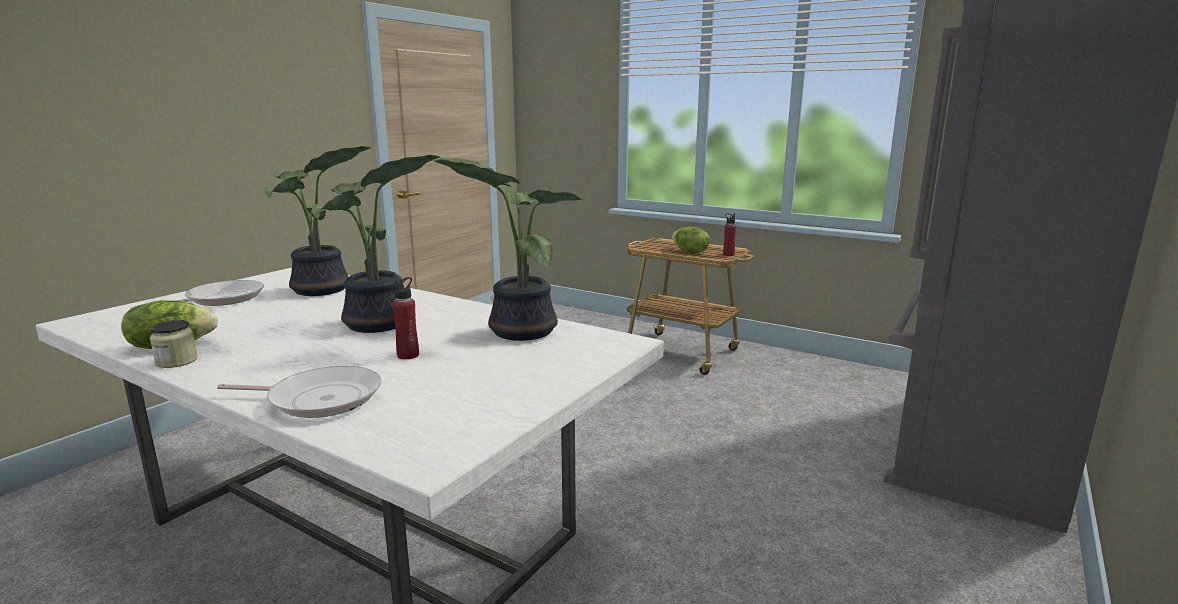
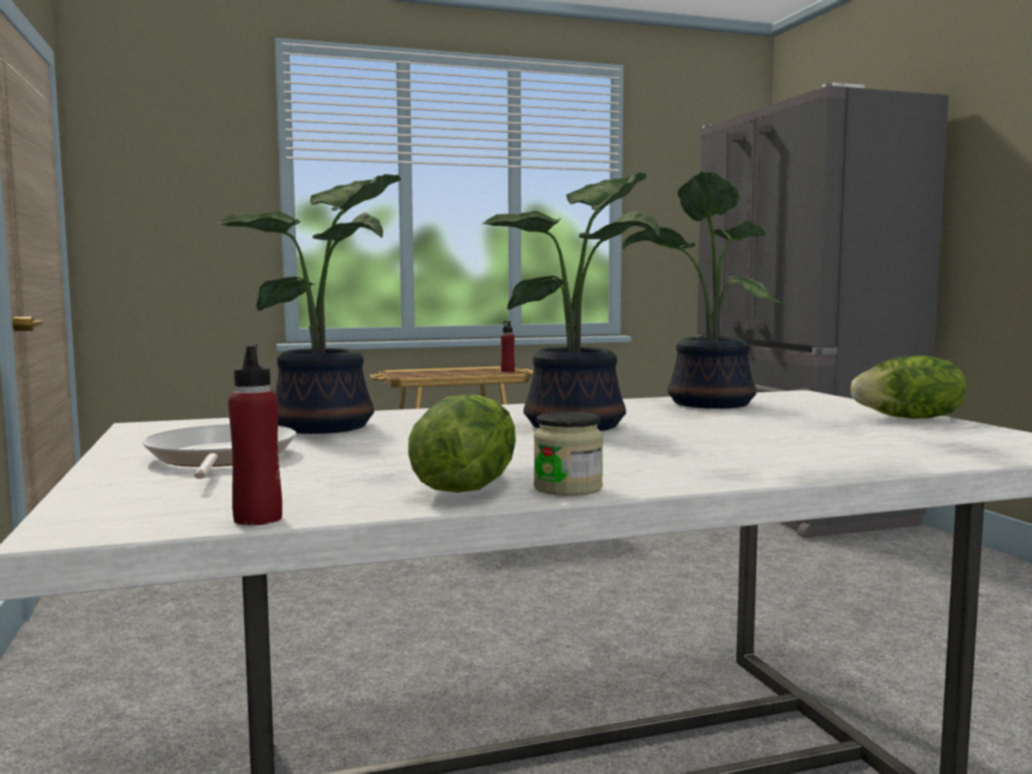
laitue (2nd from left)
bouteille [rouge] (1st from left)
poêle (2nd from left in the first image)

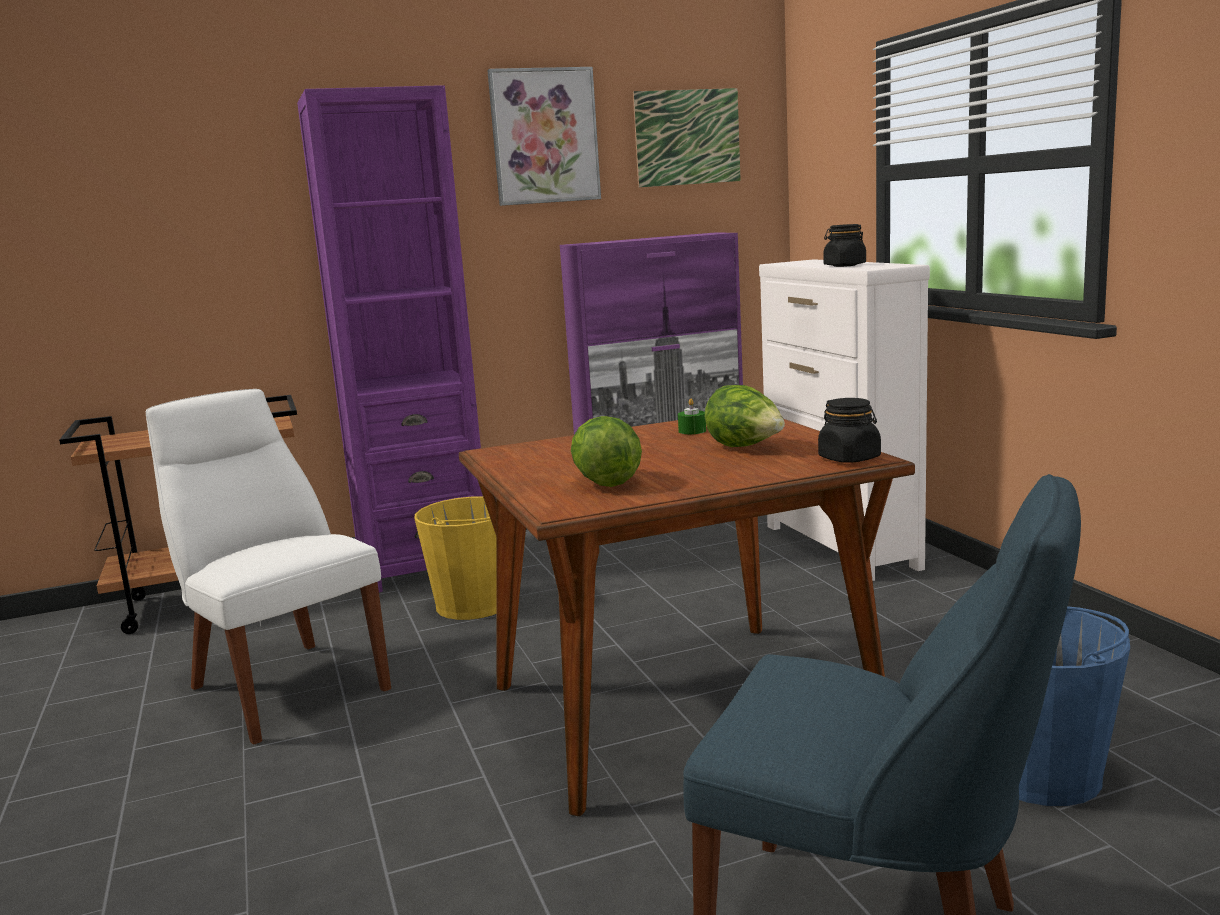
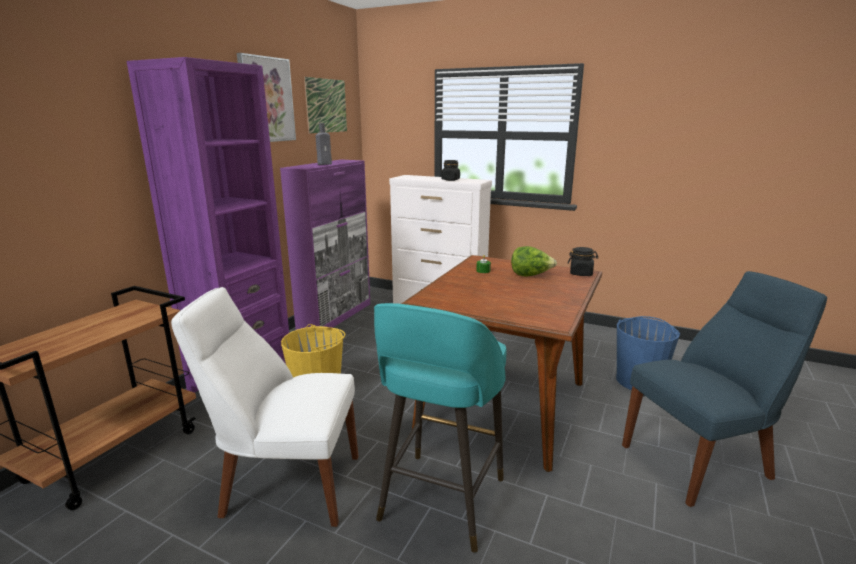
laitue (1st from left in the first image)
bouteille [gris]
tabouret [turquoise]

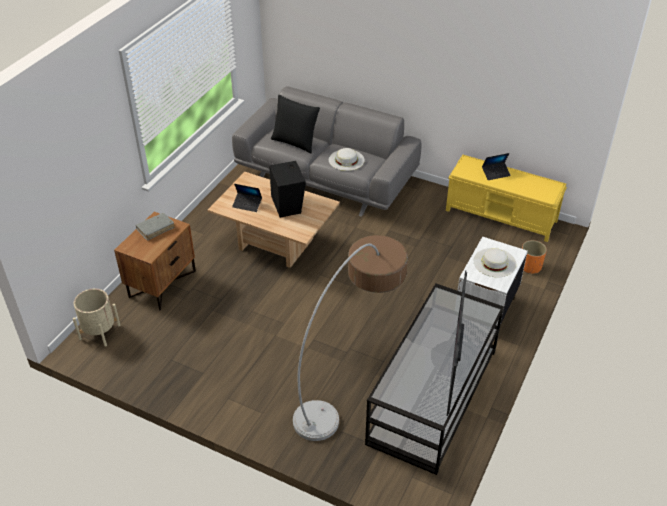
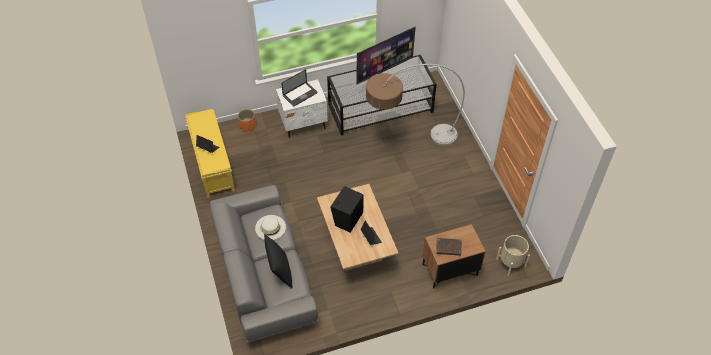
livre [marron]
ordinateur portable (2nd from left)

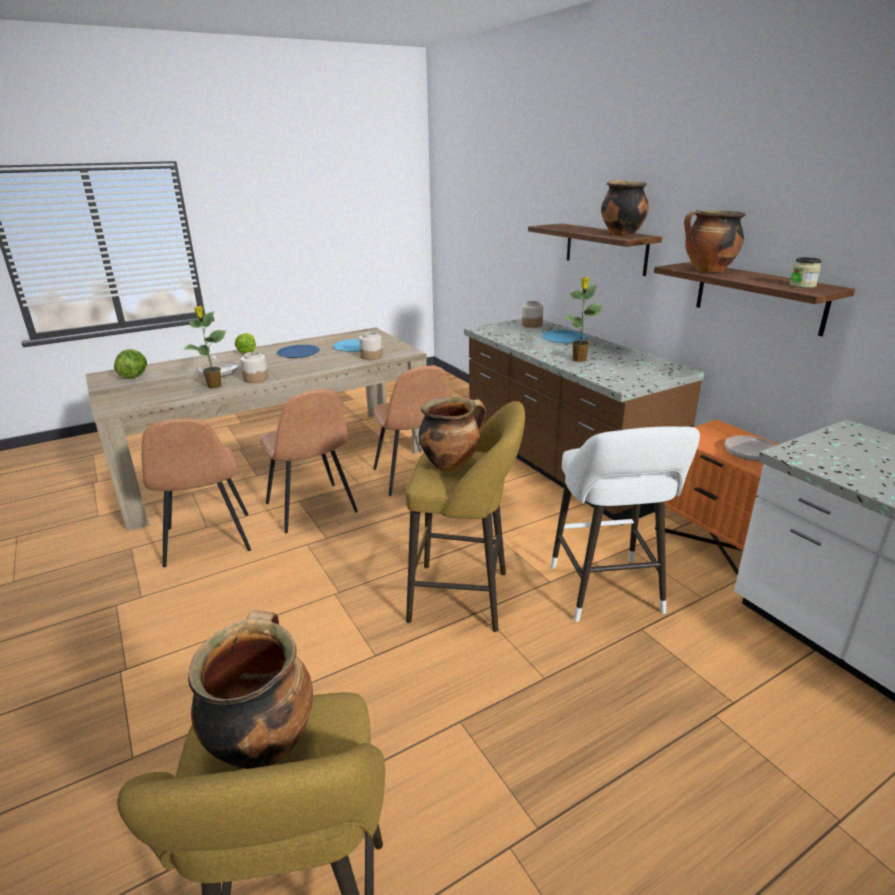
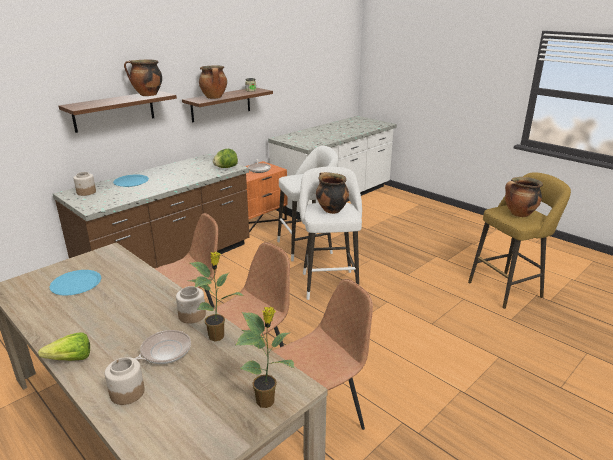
plante en pot (2nd from left)
bocal (2nd from left)
assiette [bleu] (1st from left in the first image)
laitue (2nd from left)
tabouret [blanc] (2nd from left)

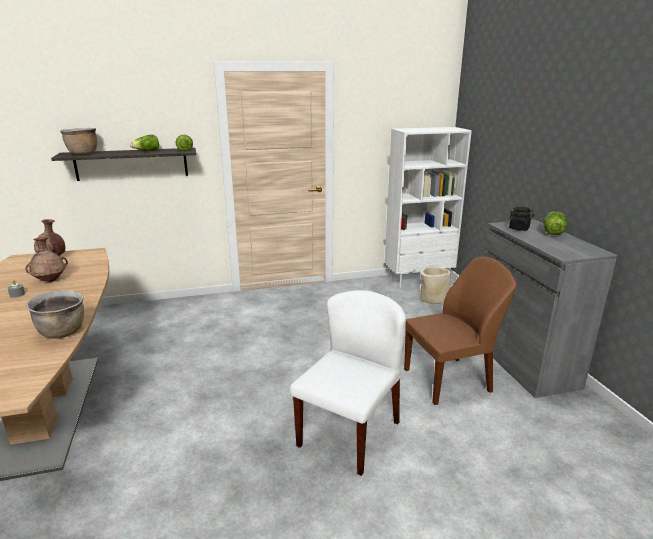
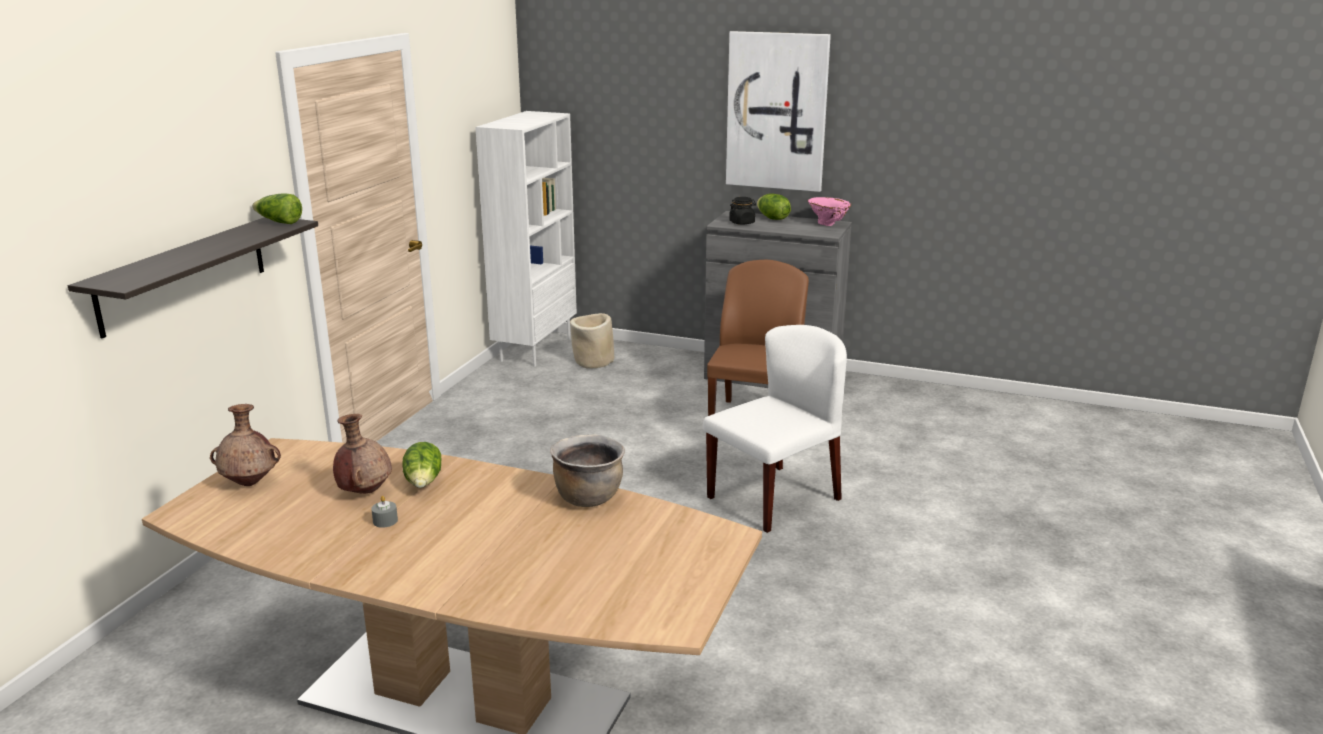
marmite [marron] (2nd from left in the first image)
laitue (2nd from left)
chaise [blanc]
tableau
vase [rose]

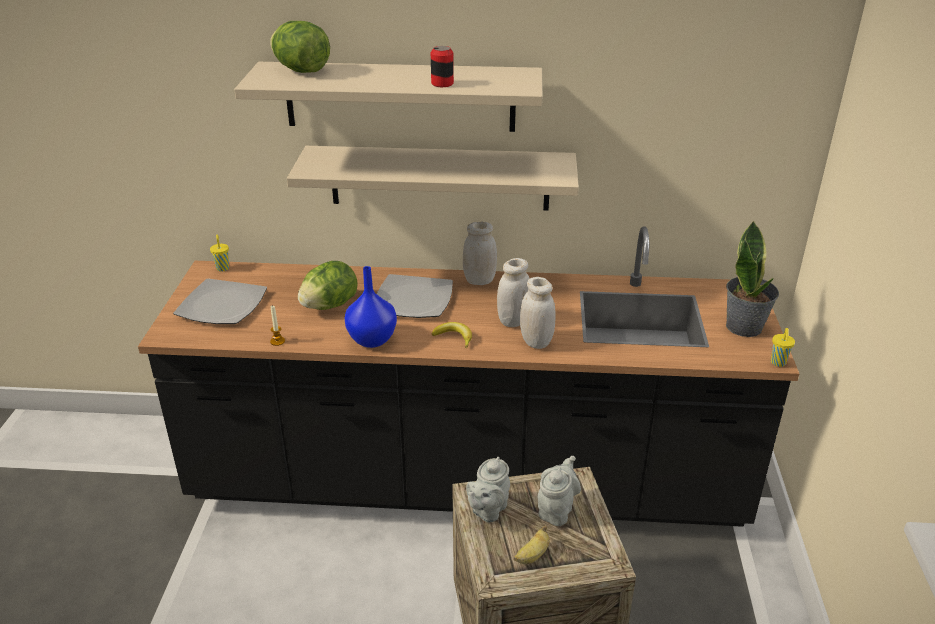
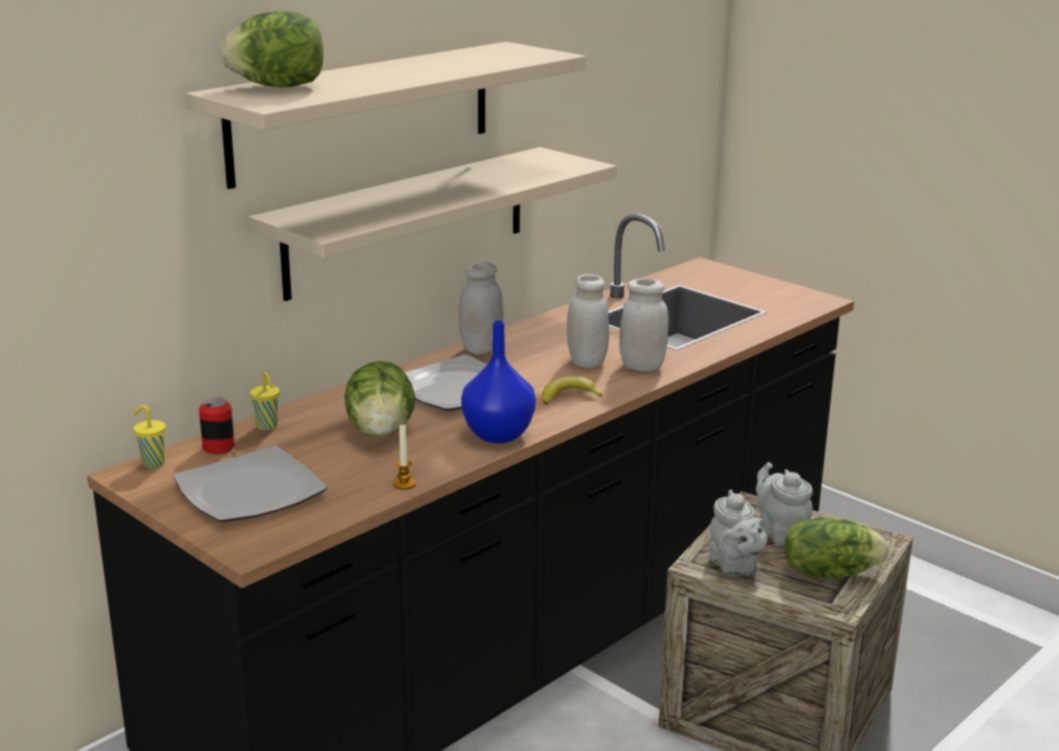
boîte métallique
plante en pot
tasse [jaune] (2nd from left)
laitue (3rd from left)

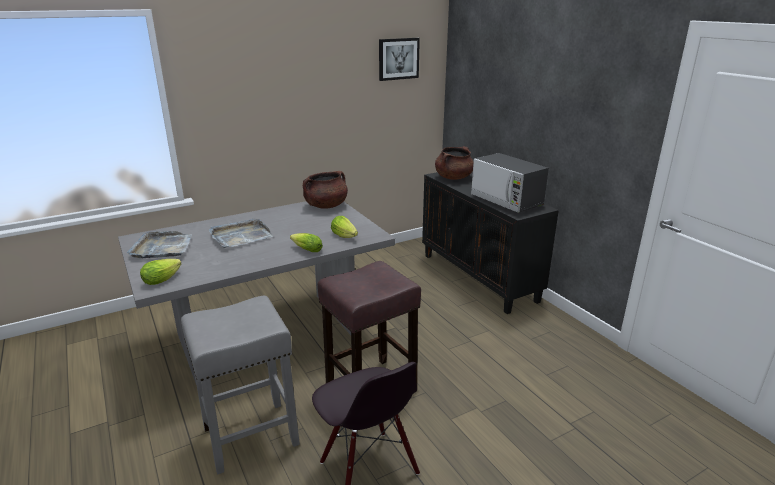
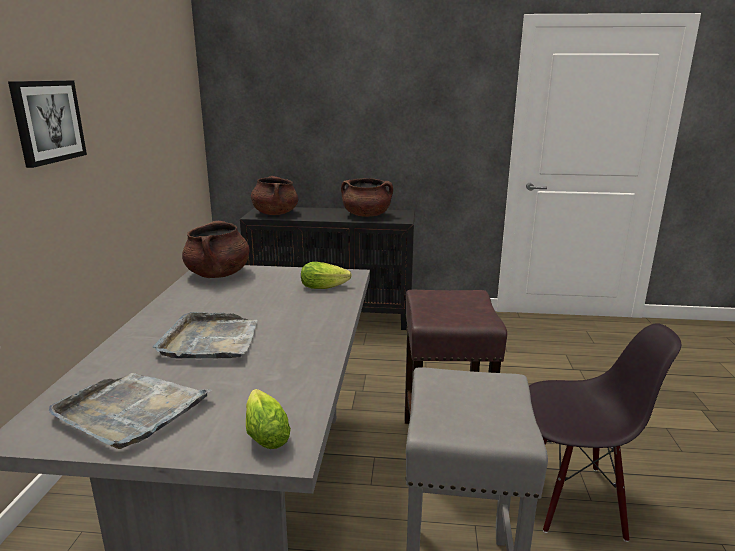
tableau
marmite [marron] (3rd from left)
laitue (2nd from left in the first image)

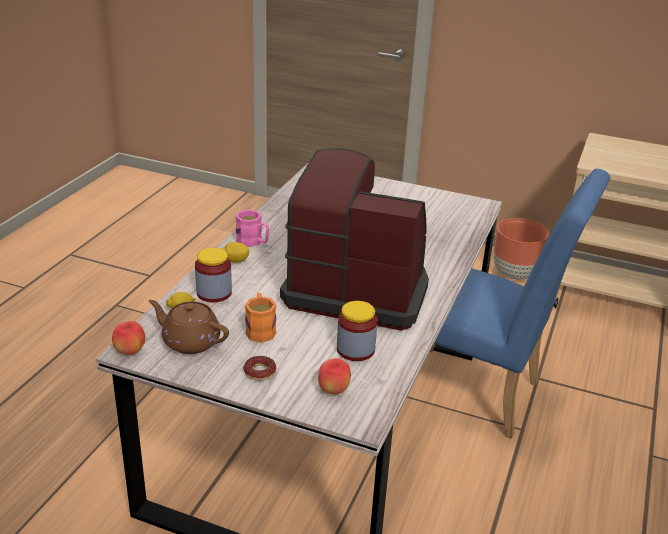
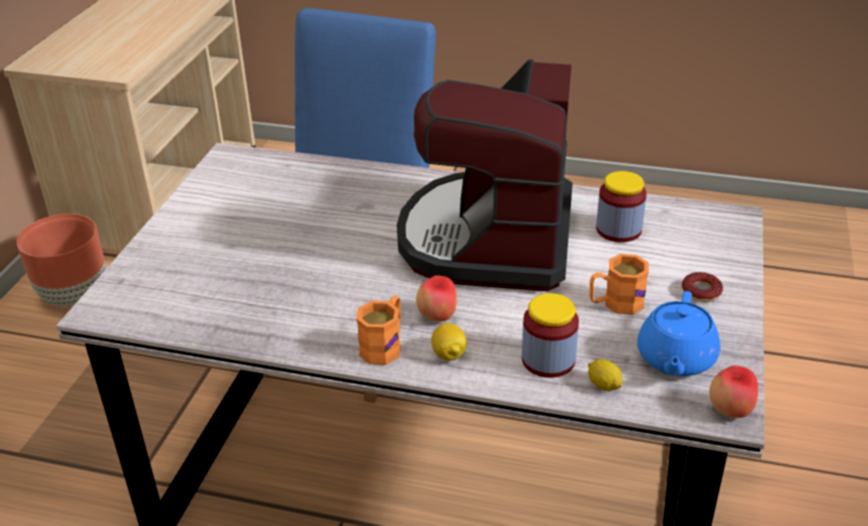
mug [orange] (1st from left)
théière [bleu]
pomme (1st from left)

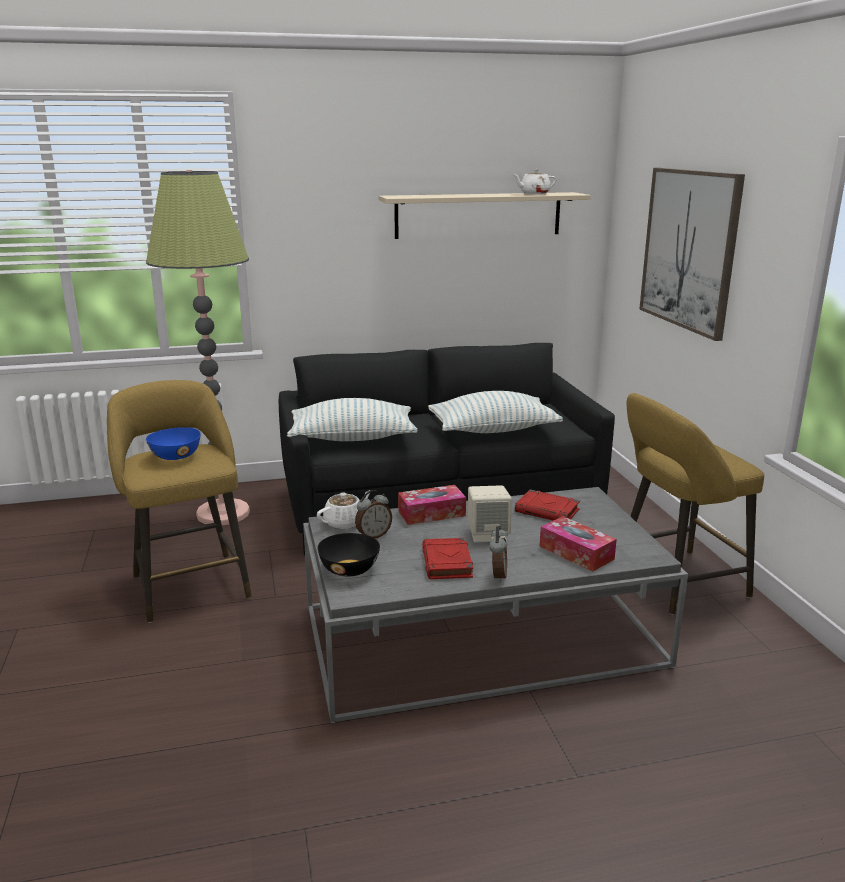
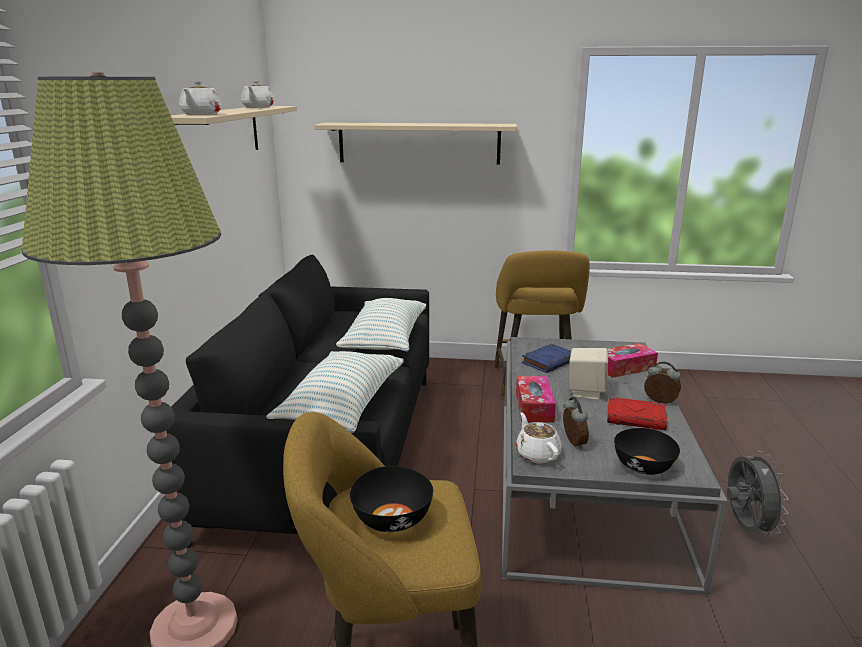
étagère [beige] (2nd from left)
bol [noir] (1st from left)
livre [bleu]
théière [blanc] (1st from left)
ventilateur [gris]

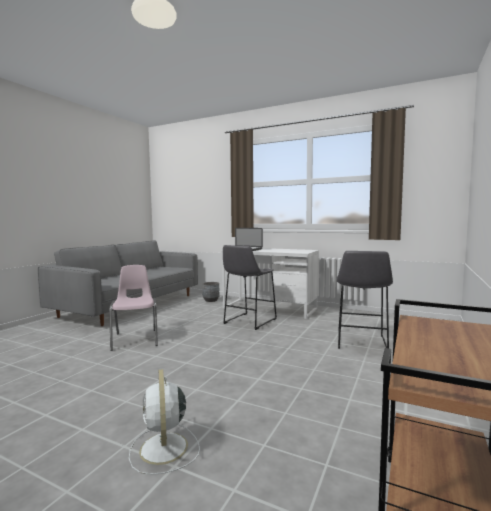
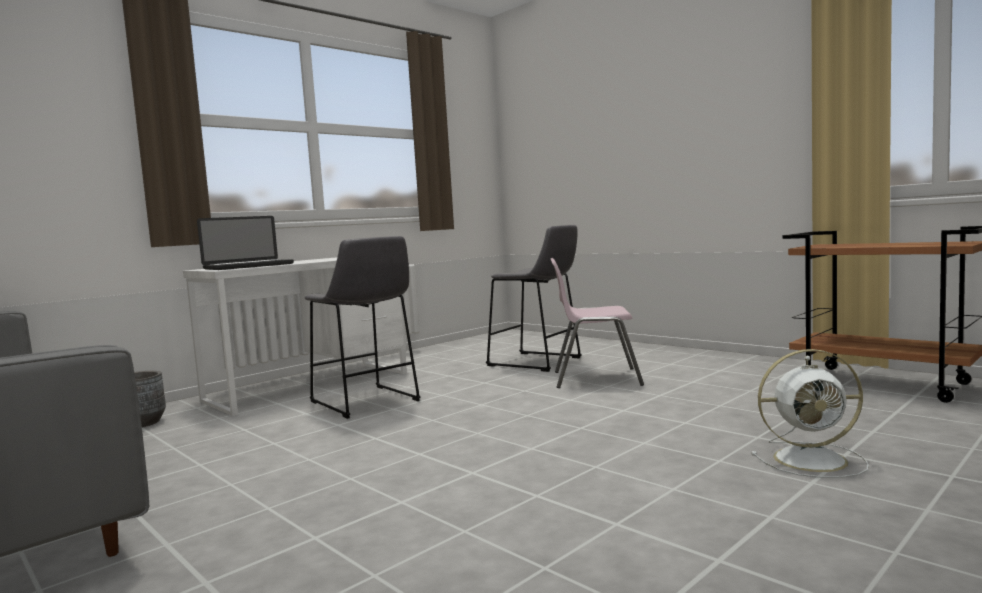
chaise [rose]

